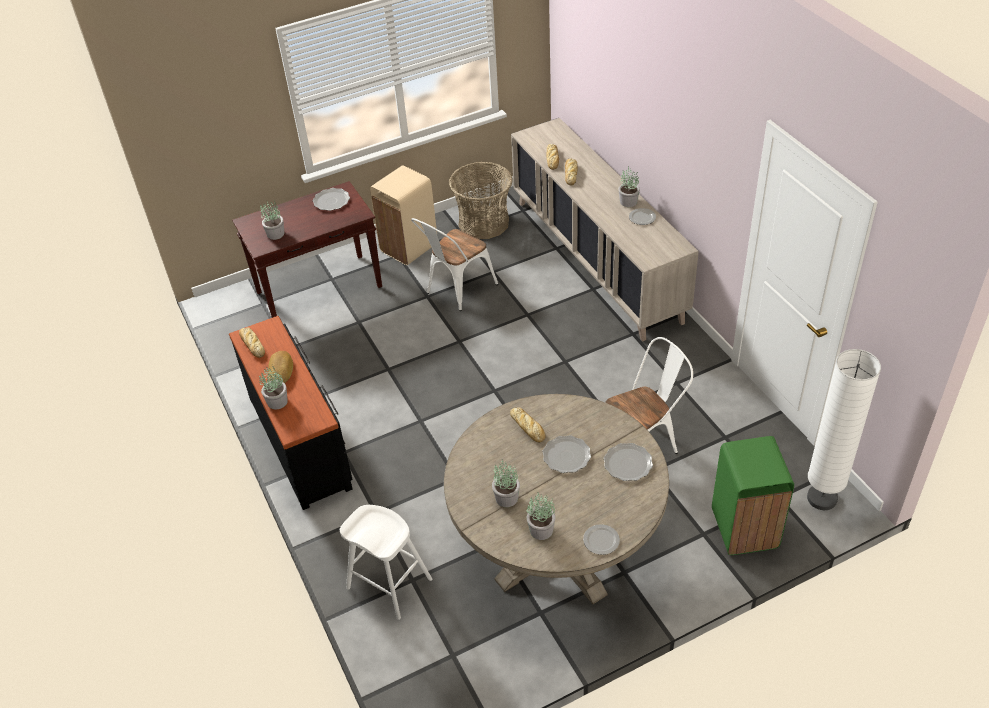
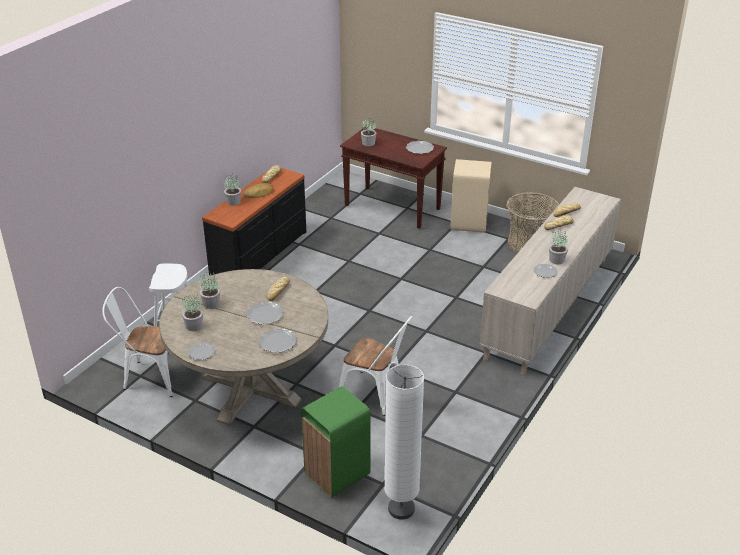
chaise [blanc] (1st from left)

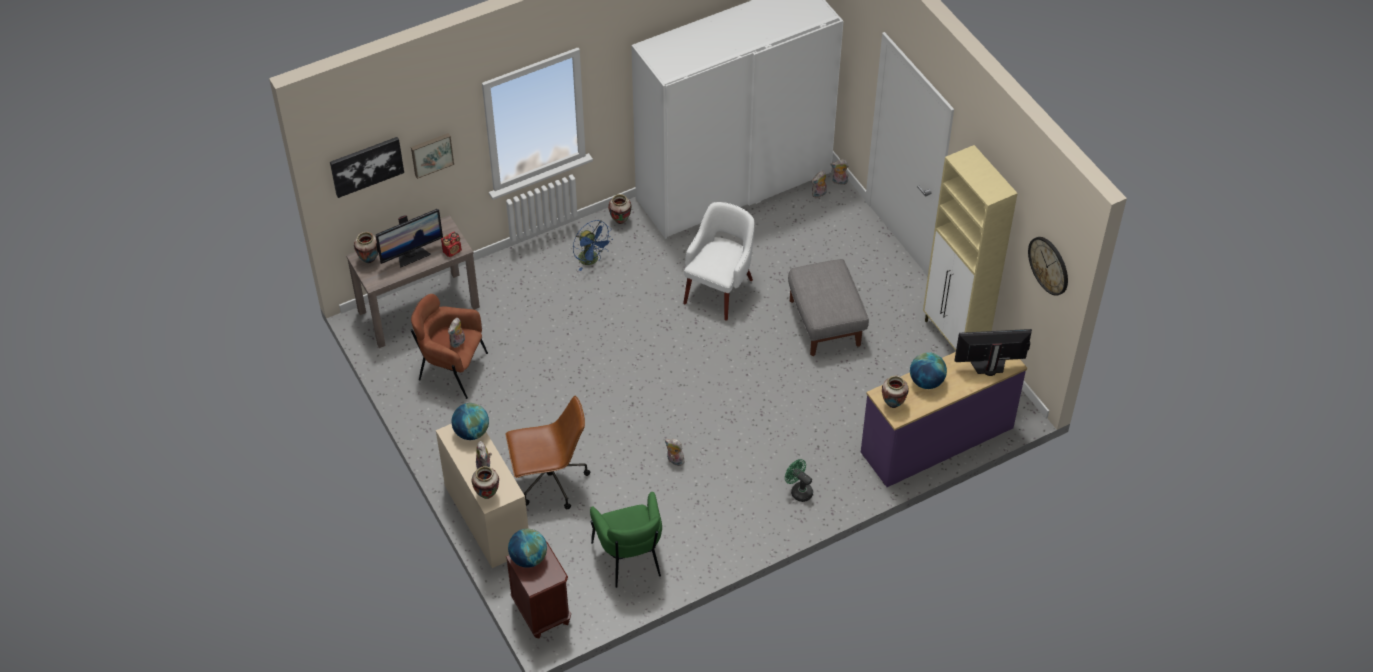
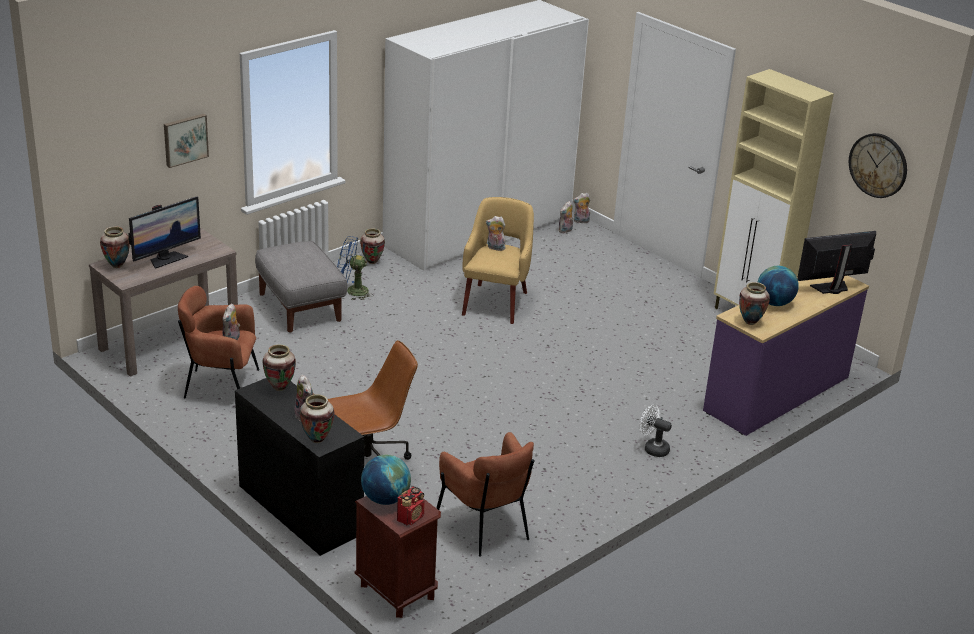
tableau (1st from left in the first image)
fauteuil [jaune]
ventilateur [bleu]
radio
pouf [gris]
vase (2nd from left)
bureau [noir]
peluche (3rd from left)
ventilateur [blanc]
fauteuil [marron] (2nd from left)

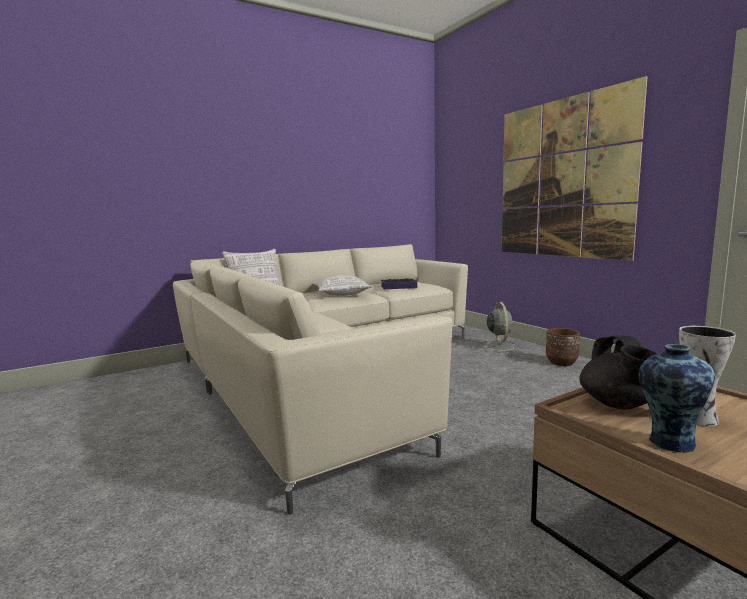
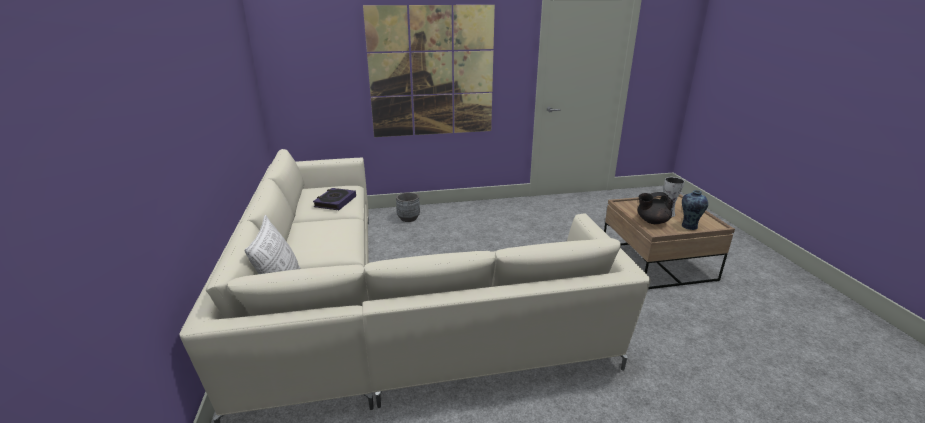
coussin (2nd from left in the first image)
cache-pot [gris]
cache-pot [marron]
théière [noir]

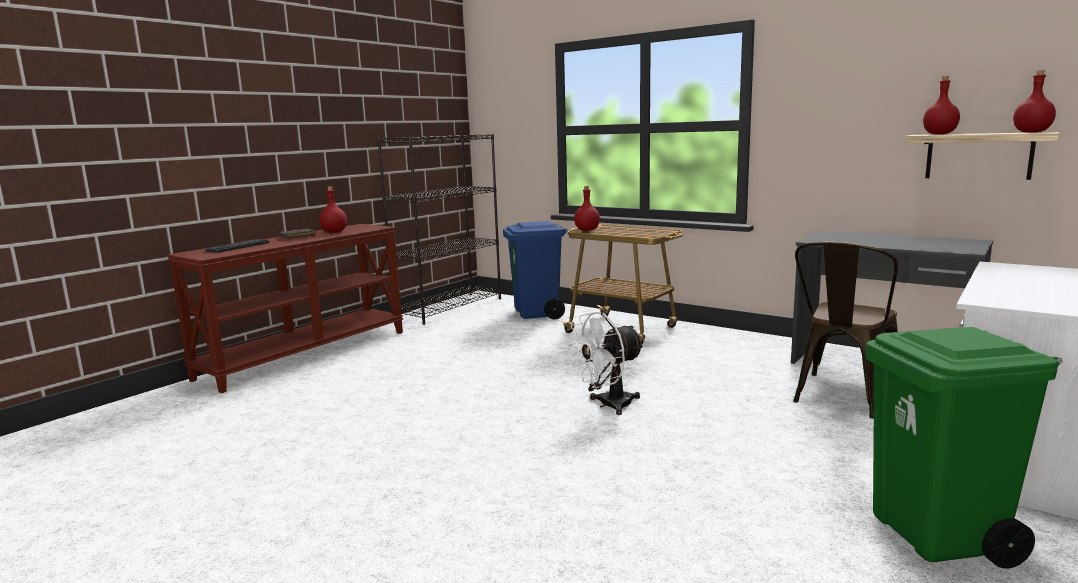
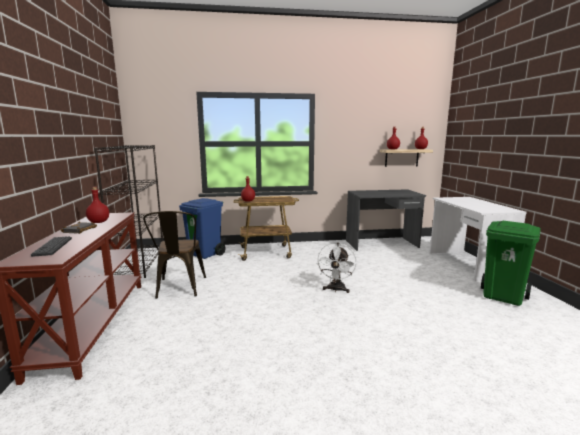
chaise [marron]

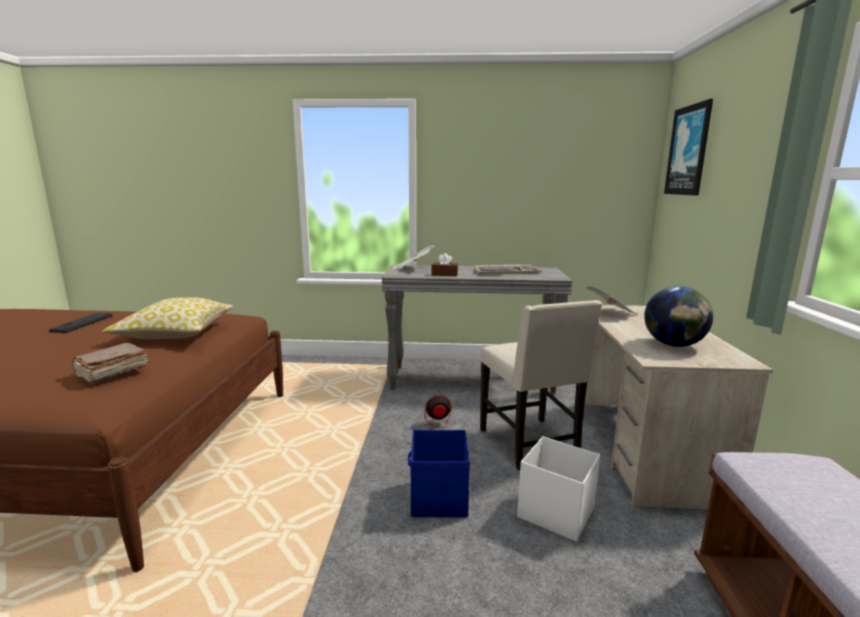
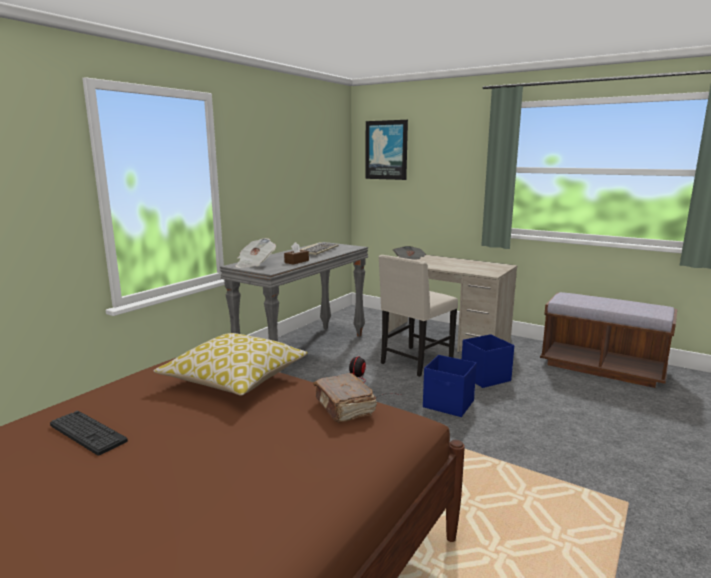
globe
chaise [beige]
boîte de rangement [bleu] (2nd from left)

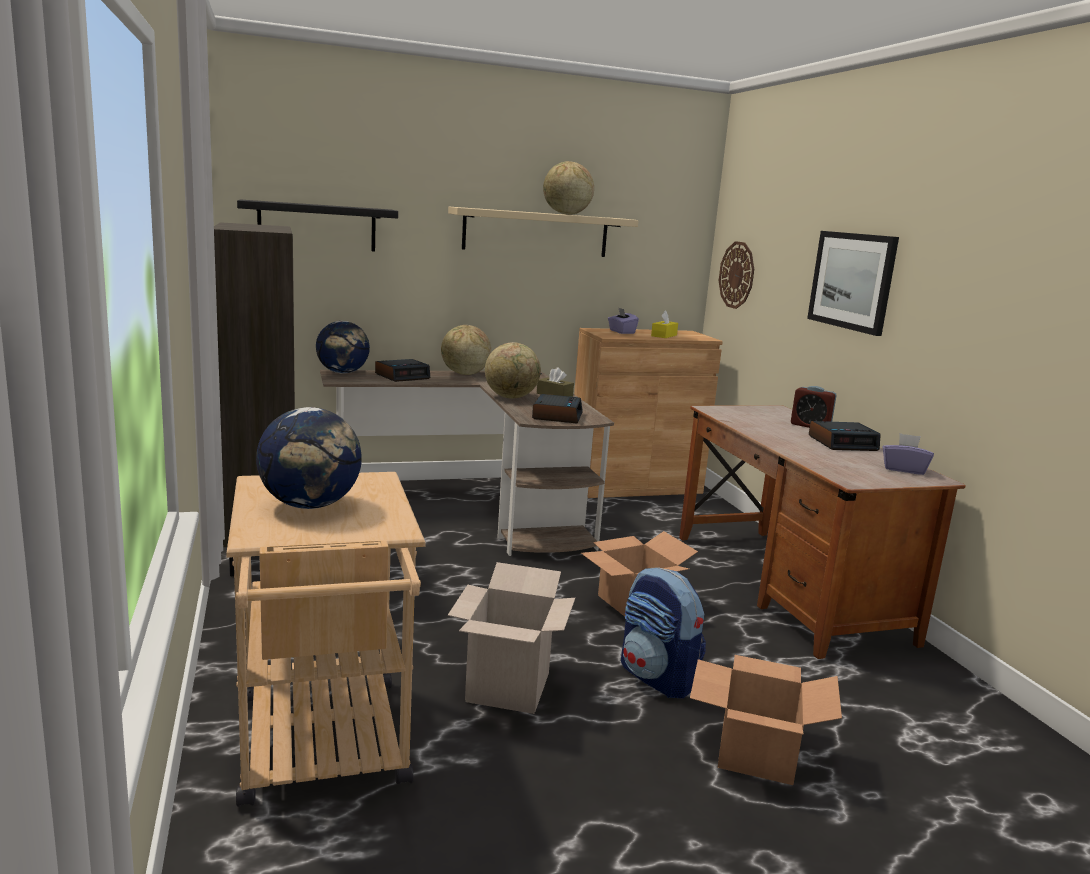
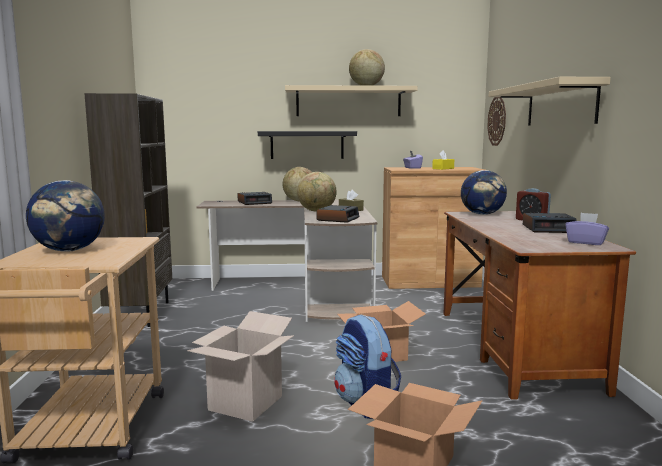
étagère [noir]
étagère [beige] (2nd from left)
globe (5th from left)

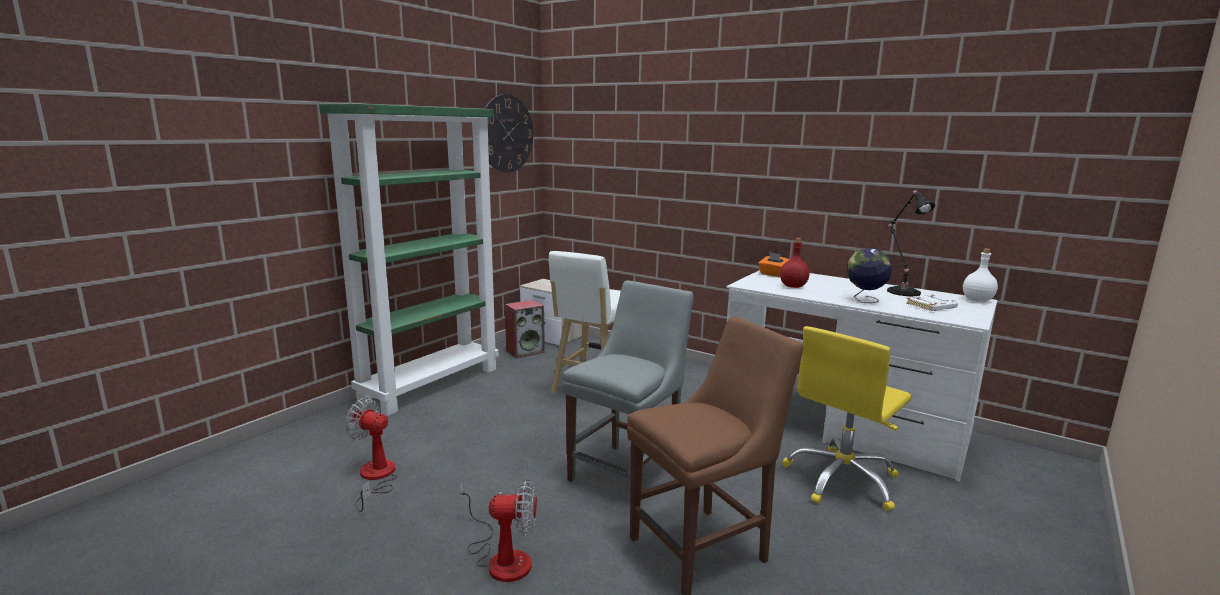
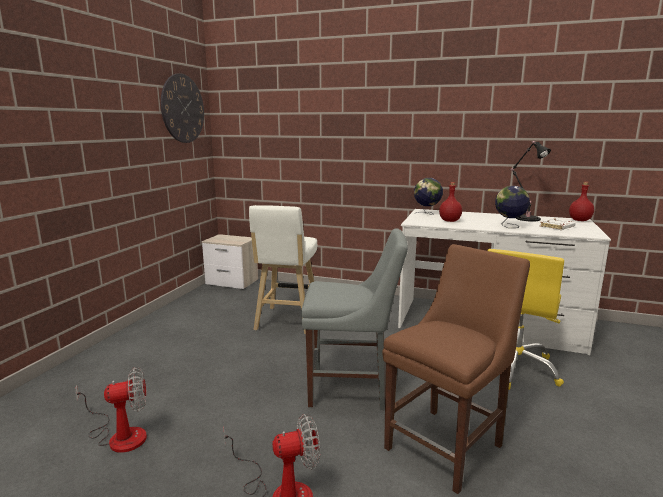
bibliothèque [vert]
bouteille [rouge] (2nd from left)
globe (1st from left)
chaise [gris]
enceinte
ventilateur (1st from left)

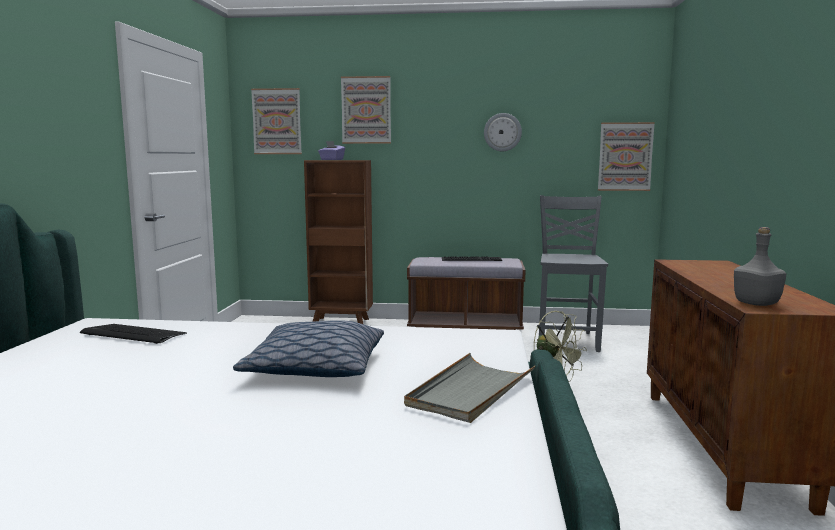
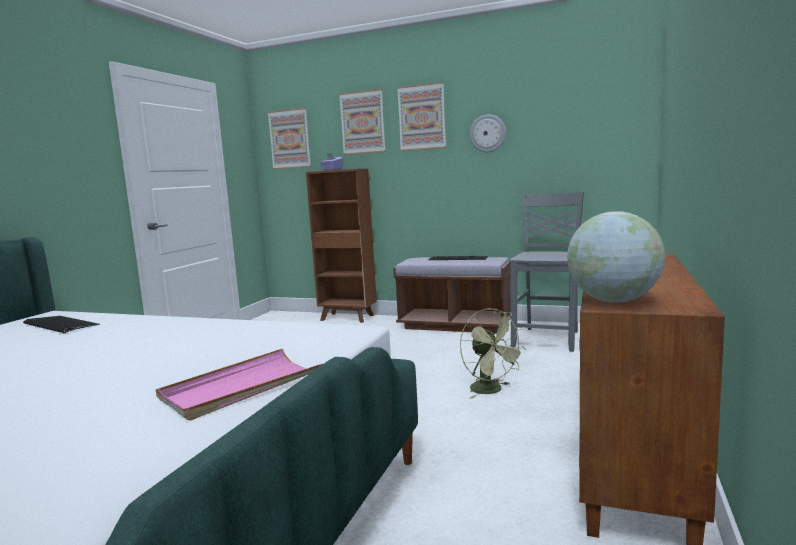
tableau (3rd from left)
globe
coussin
plateau [rose]

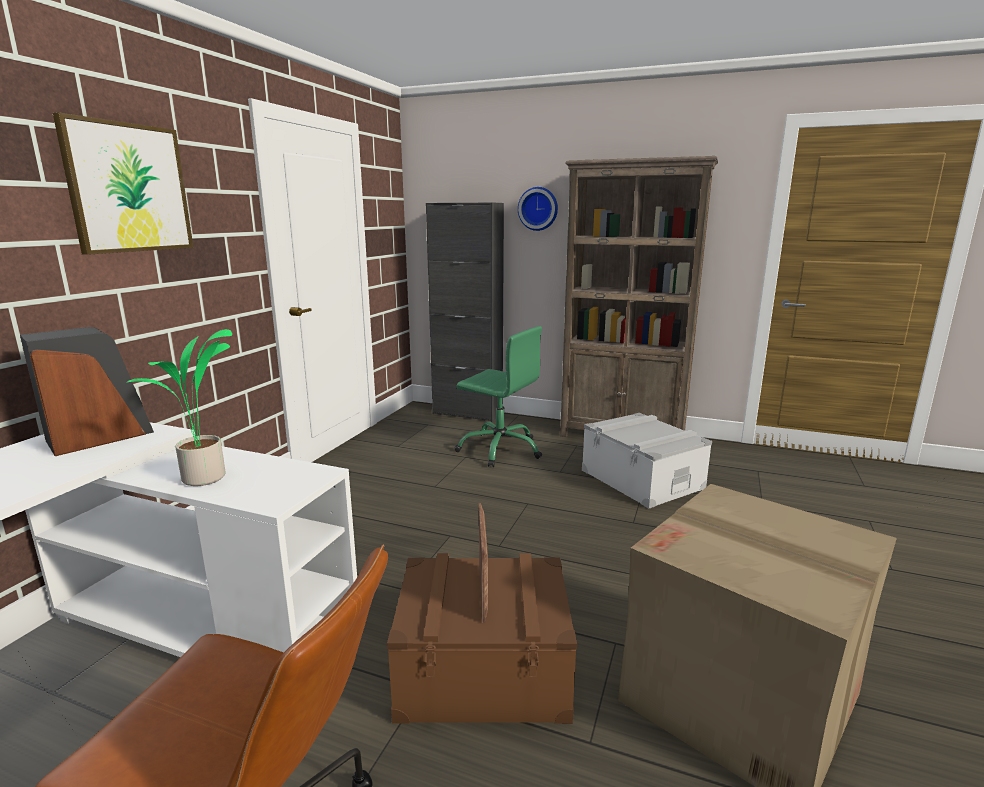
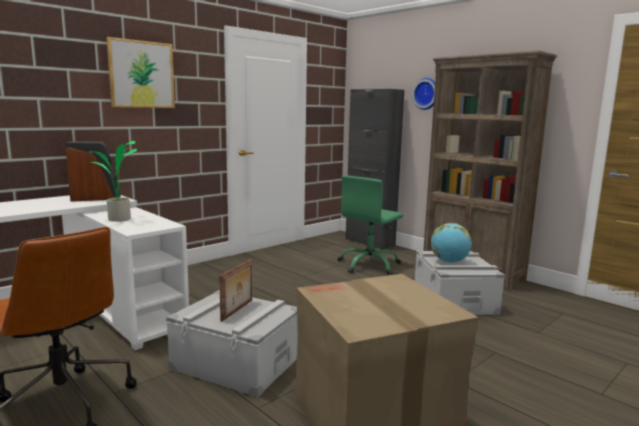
chaise de bureau [vert]
boîte de rangement [gris] (1st from left)
globe

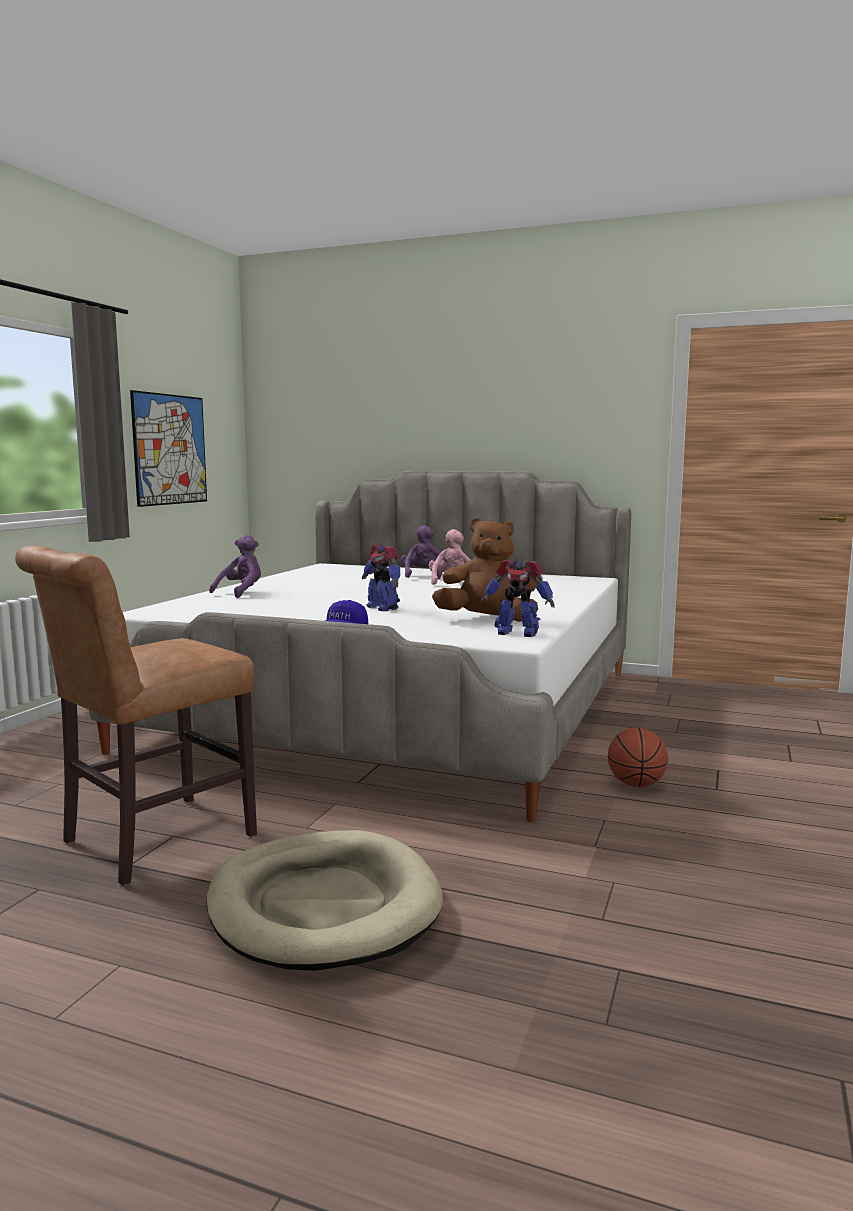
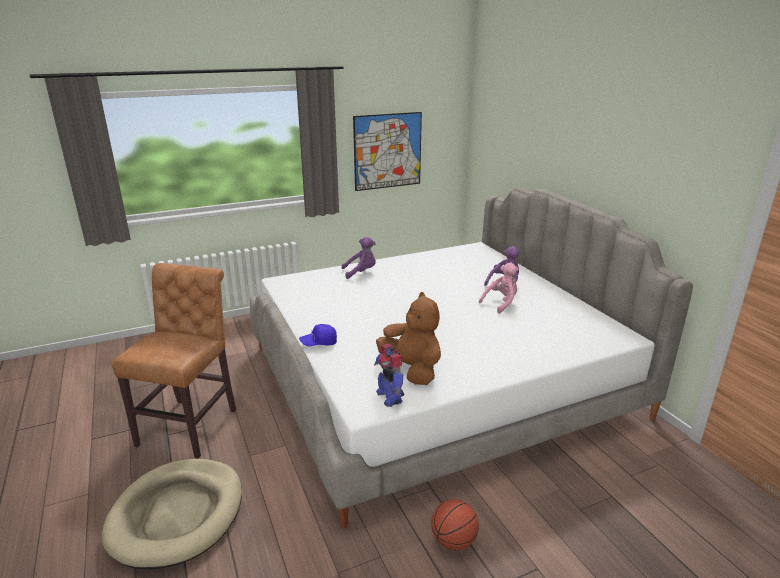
chaise [marron]
robot jouet (1st from left in the first image)

